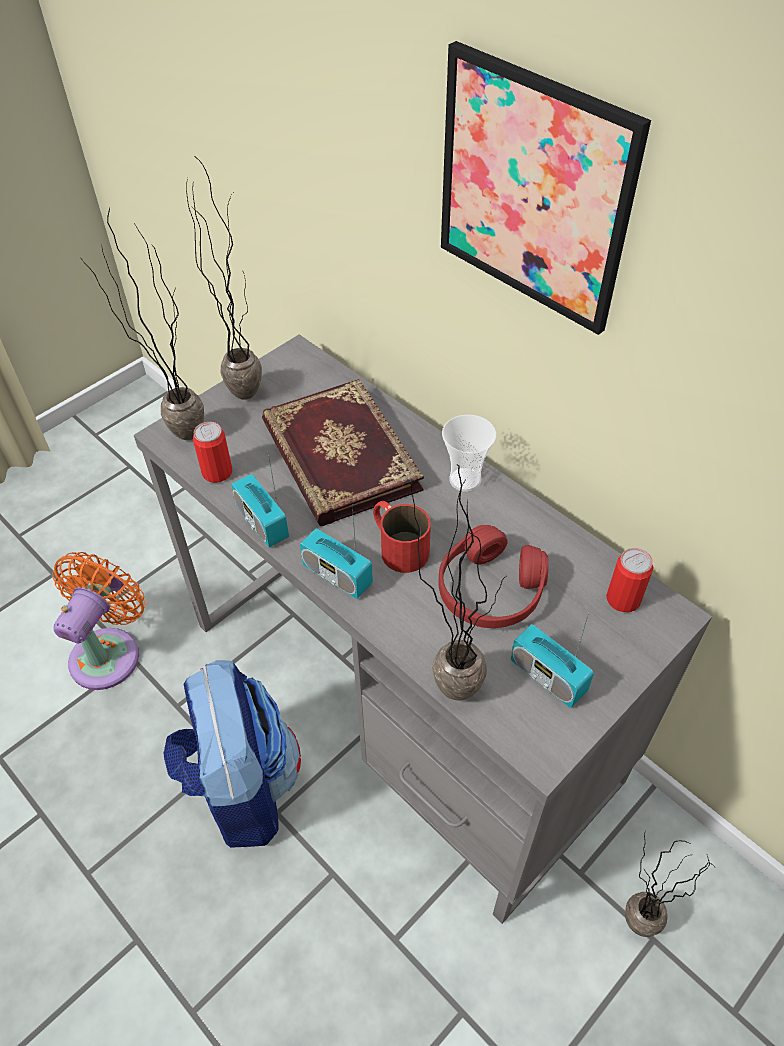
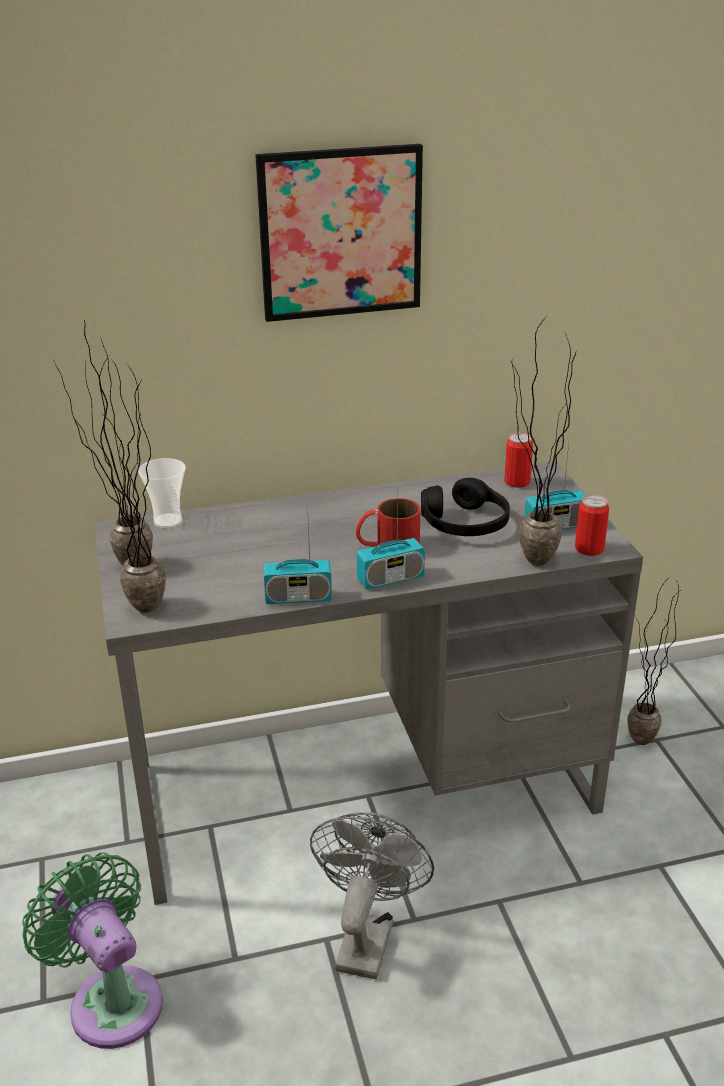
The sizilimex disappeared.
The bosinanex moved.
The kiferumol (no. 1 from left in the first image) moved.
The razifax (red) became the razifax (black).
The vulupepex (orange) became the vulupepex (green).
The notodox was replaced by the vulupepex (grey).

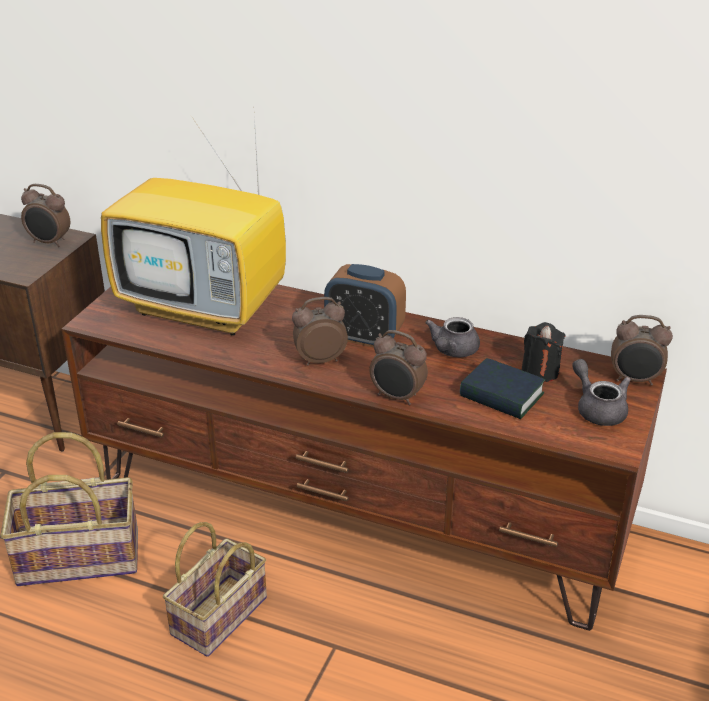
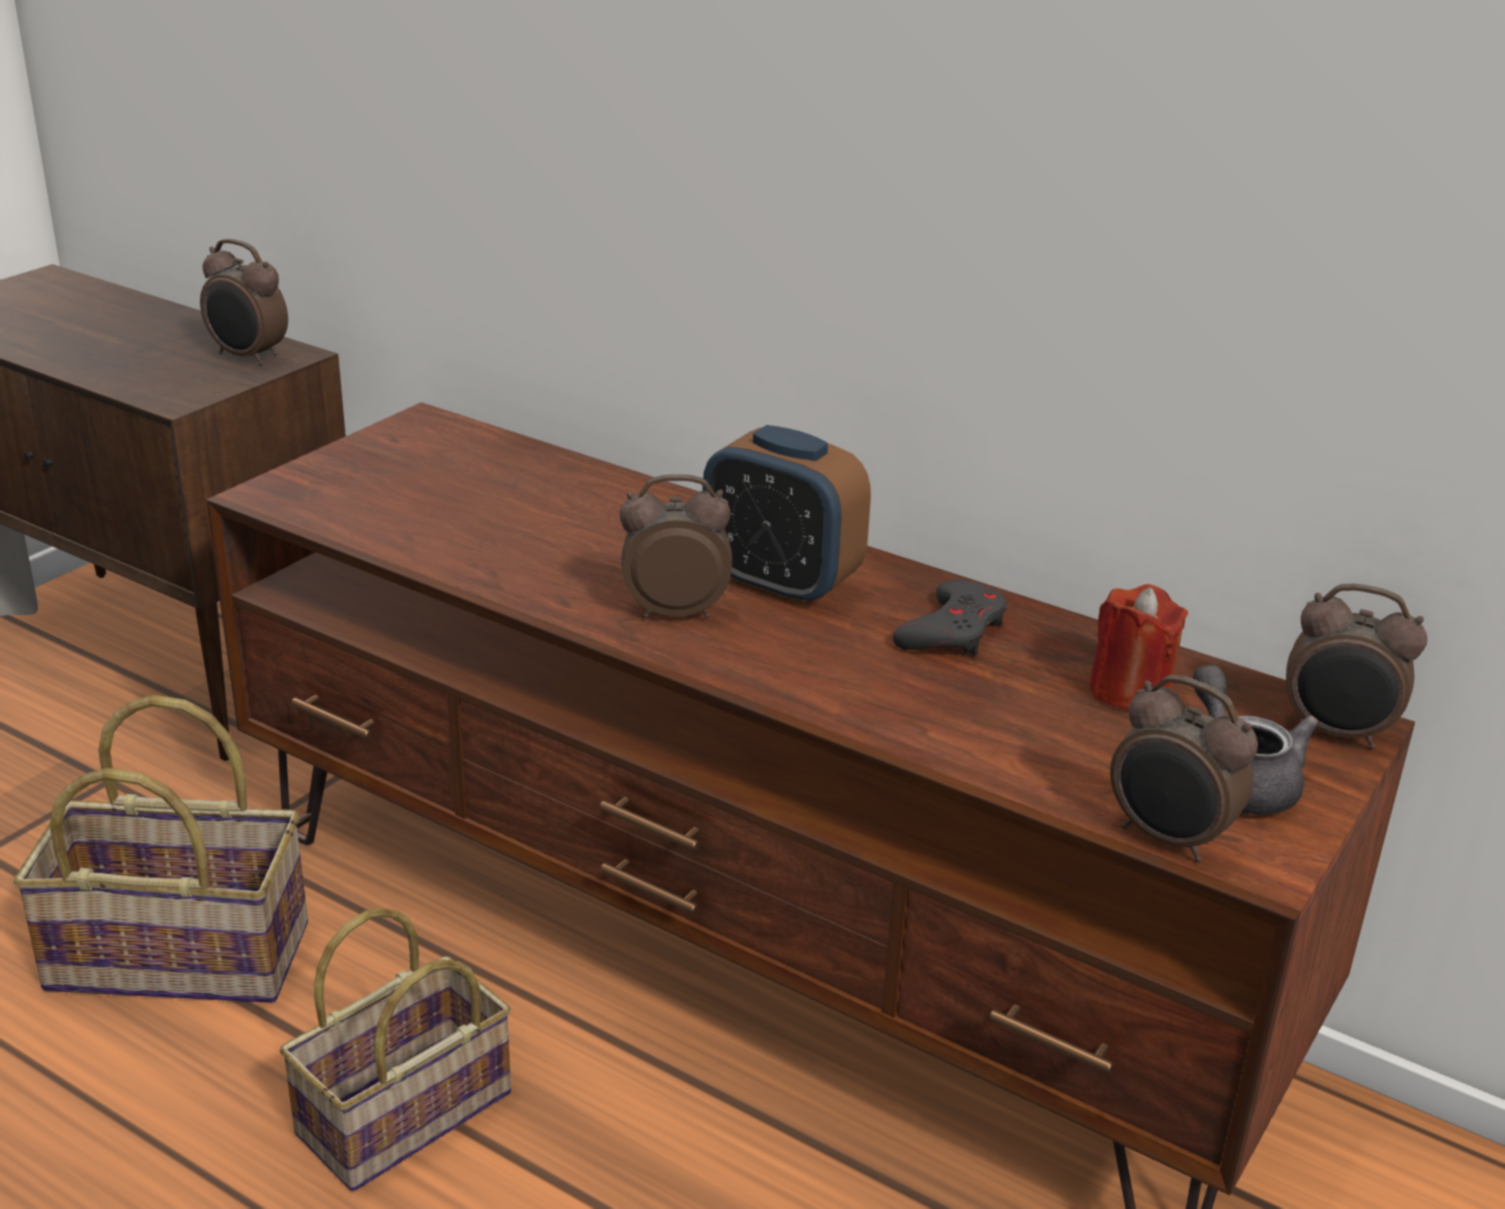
The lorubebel disappeared.
The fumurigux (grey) (no. 1 from left) was replaced by the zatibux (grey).
The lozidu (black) became the lozidu (red).
The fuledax (no. 4 from left) moved.
The sizilimex disappeared.

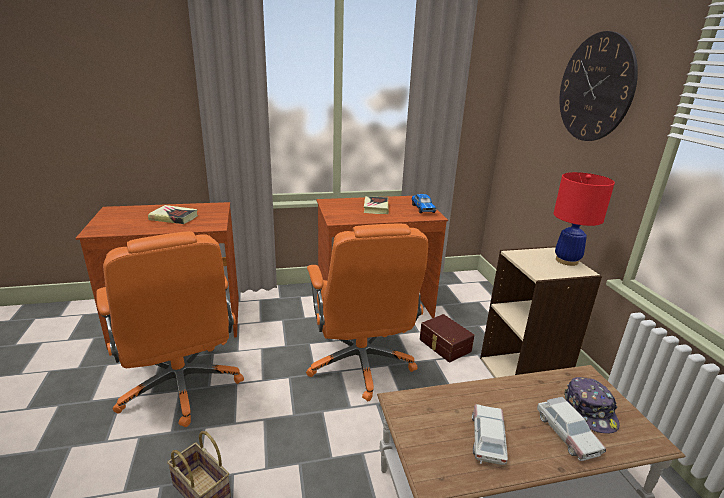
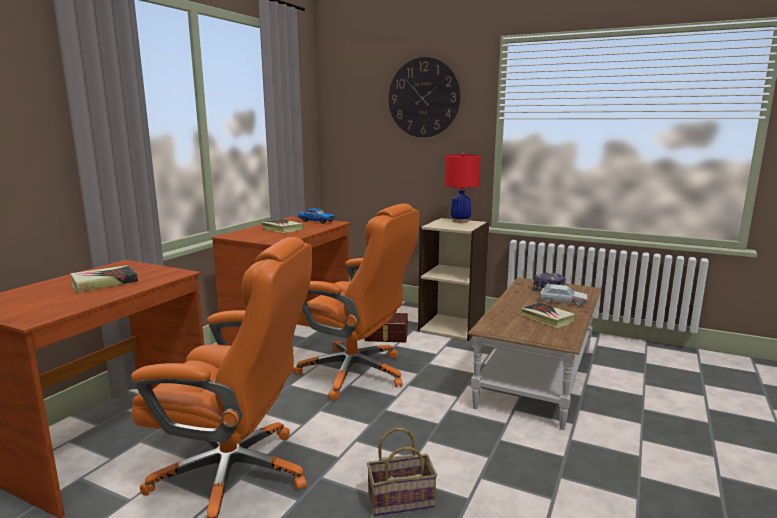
The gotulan (no. 2 from left) was replaced by the sizilimex (no. 3 from left).

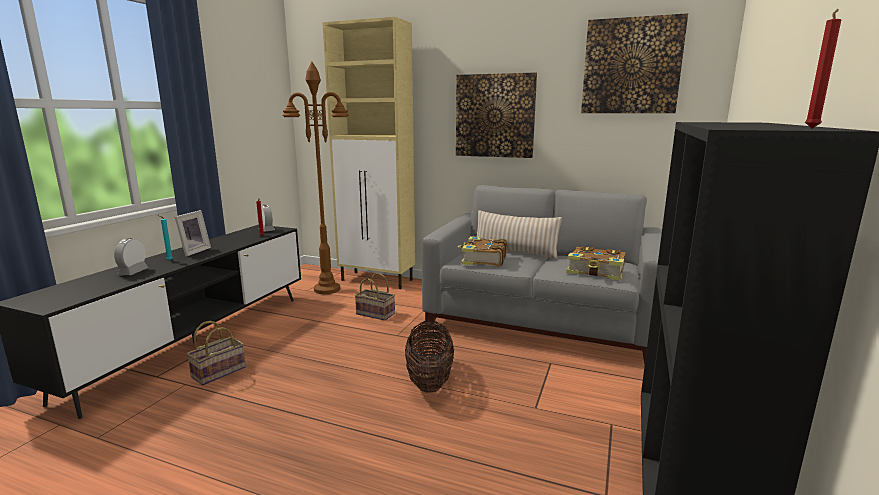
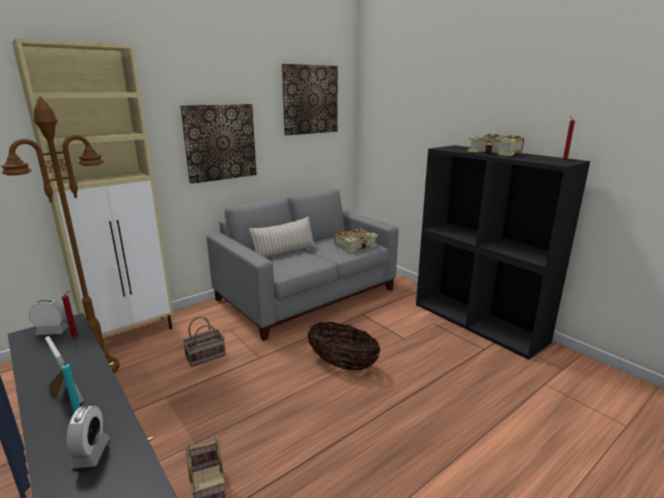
The sizilimex (no. 1 from left in the first image) moved.
The fuledax (no. 1 from left in the first image) turned 135 degrees counterclockwise.

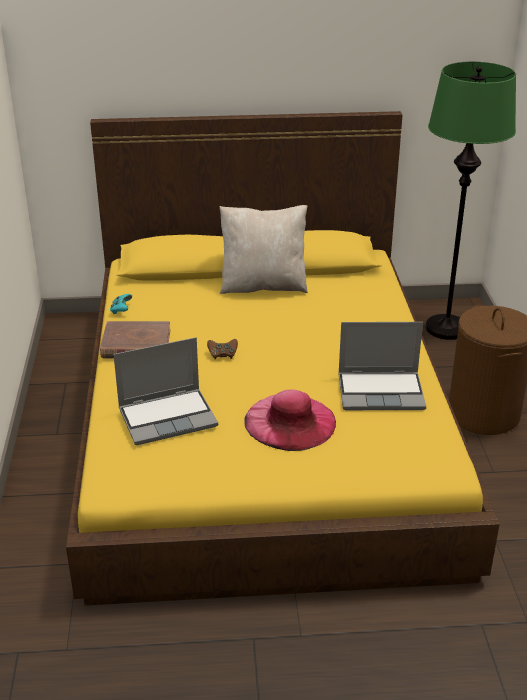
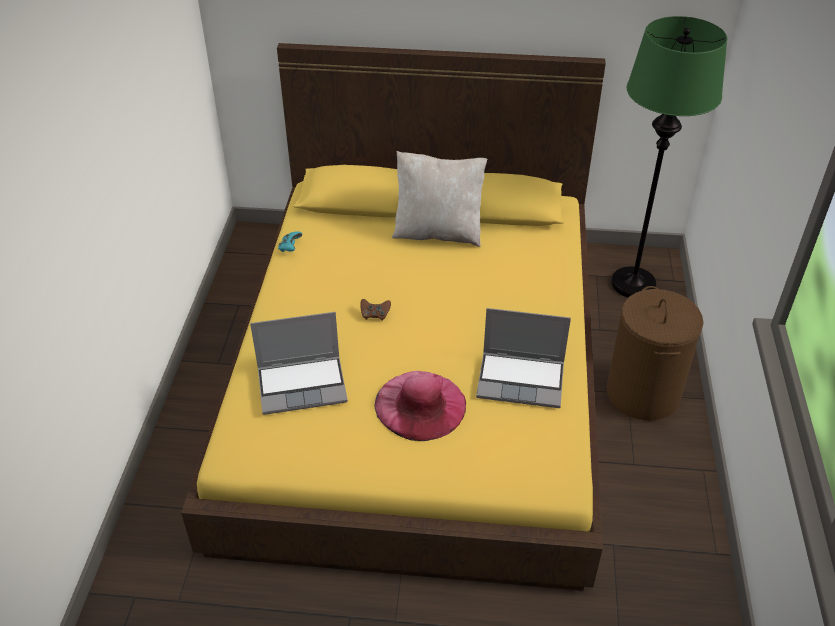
The sizilimex (brown) disappeared.

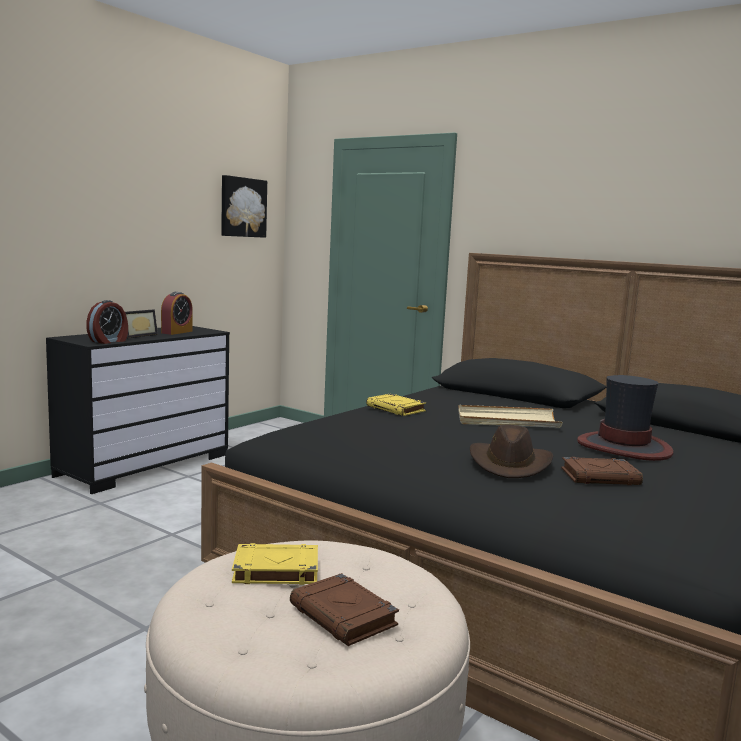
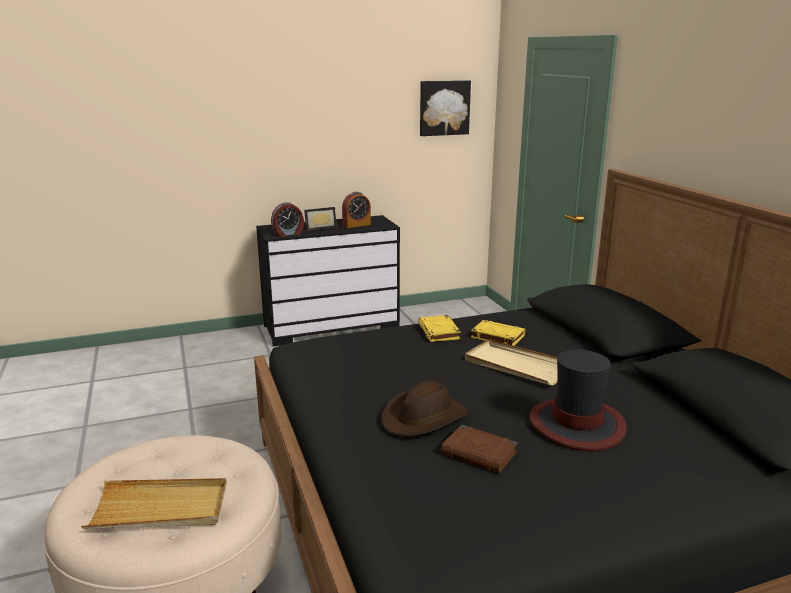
The sizilimex (yellow) (no. 1 from left in the first image) moved.
The sizilimex (brown) (no. 1 from left) was replaced by the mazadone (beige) (no. 1 from left).

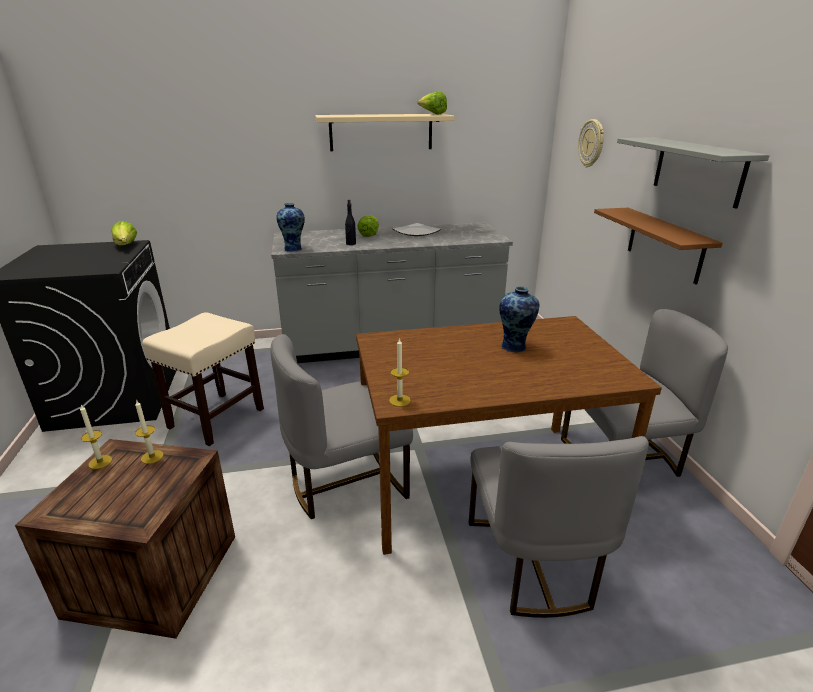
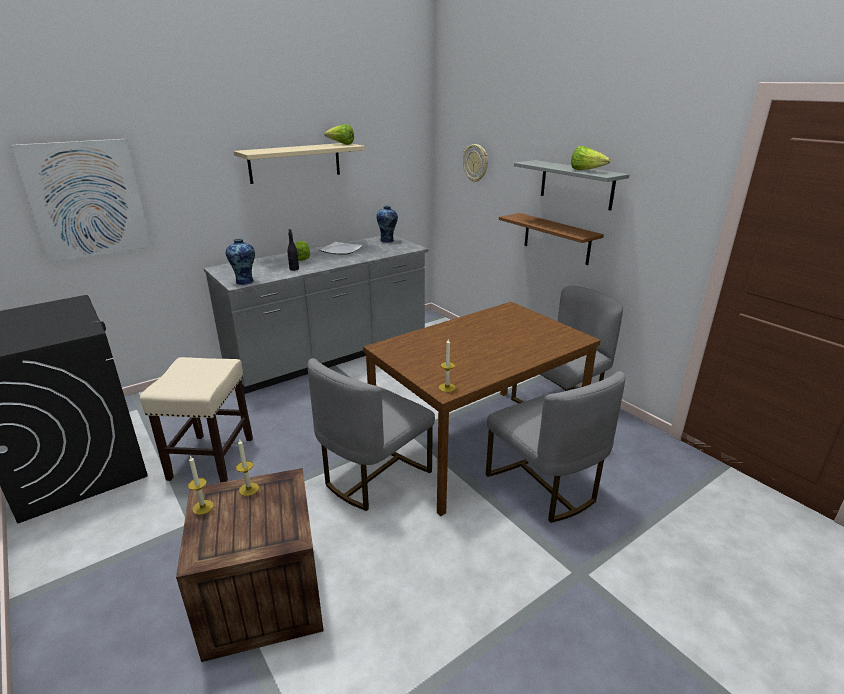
The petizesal (no. 1 from left in the first image) moved.
The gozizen (no. 2 from left) moved.
The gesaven appeared.

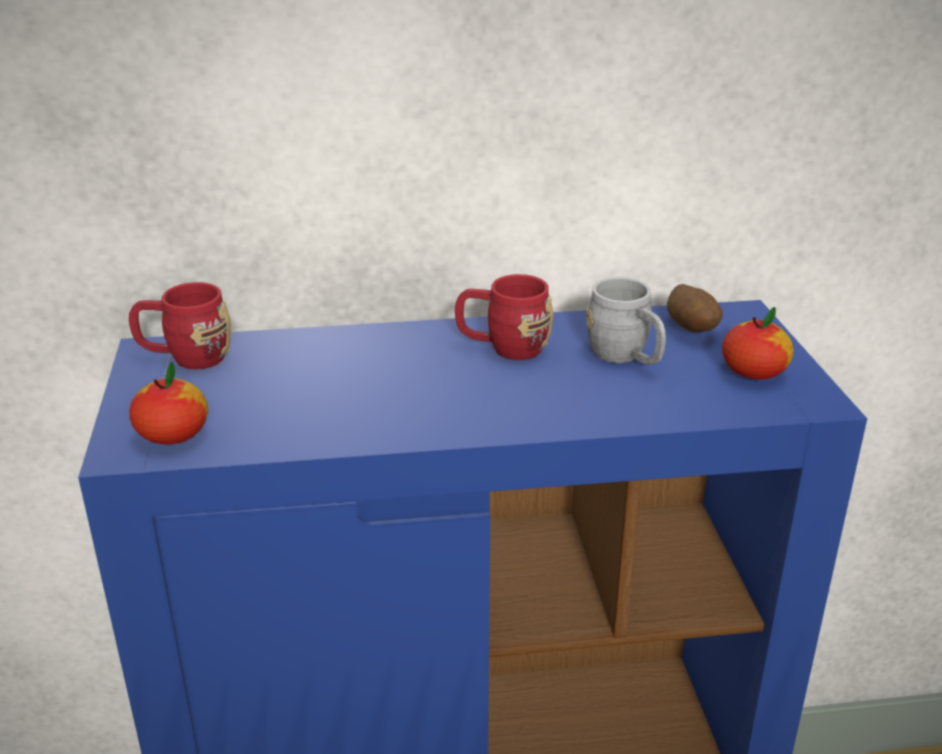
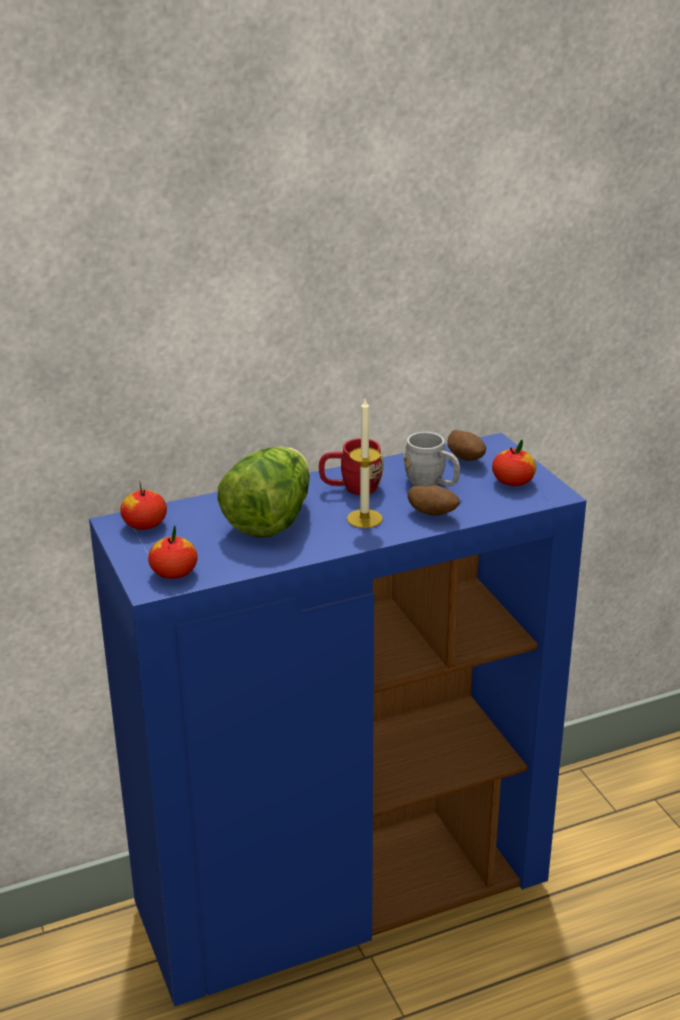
The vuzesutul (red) (no. 1 from left) was replaced by the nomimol (no. 1 from left).
The lozidu appeared.
The petizesal appeared.
The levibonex (no. 1 from left) appeared.

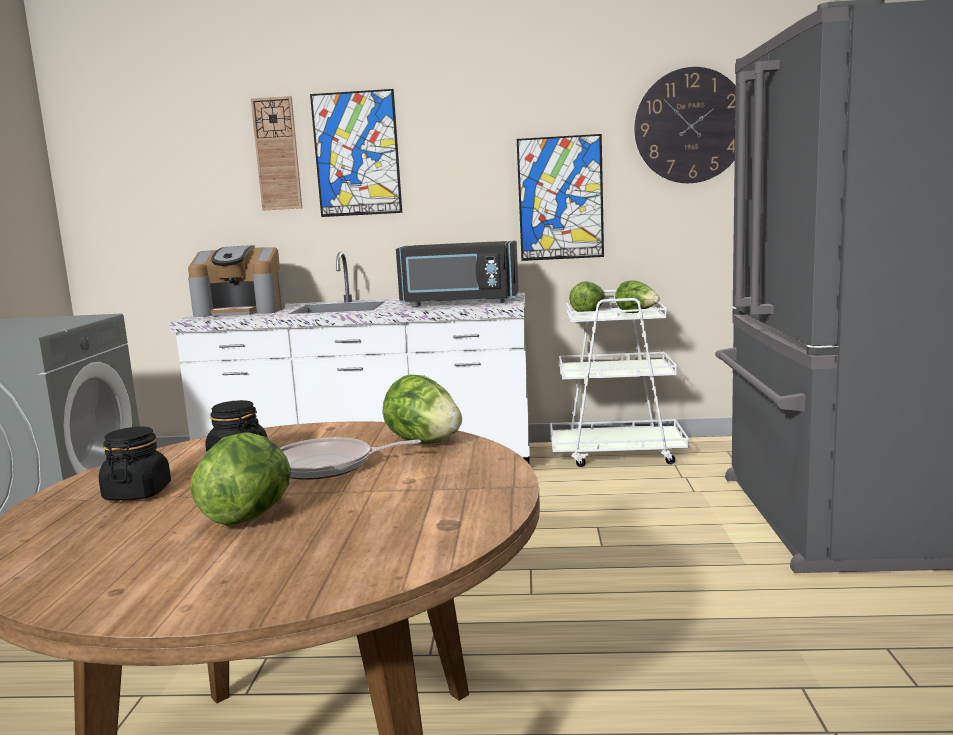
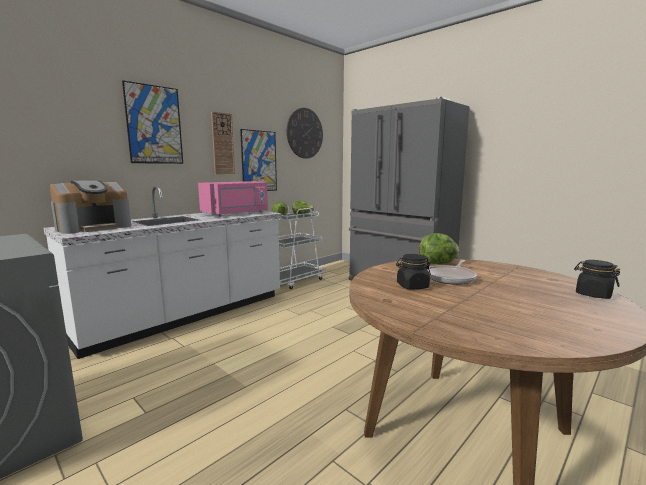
The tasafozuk (no. 1 from left) moved.
The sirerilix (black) became the sirerilix (pink).
The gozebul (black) (no. 1 from left in the first image) moved.
The petizesal (no. 1 from left) disappeared.

